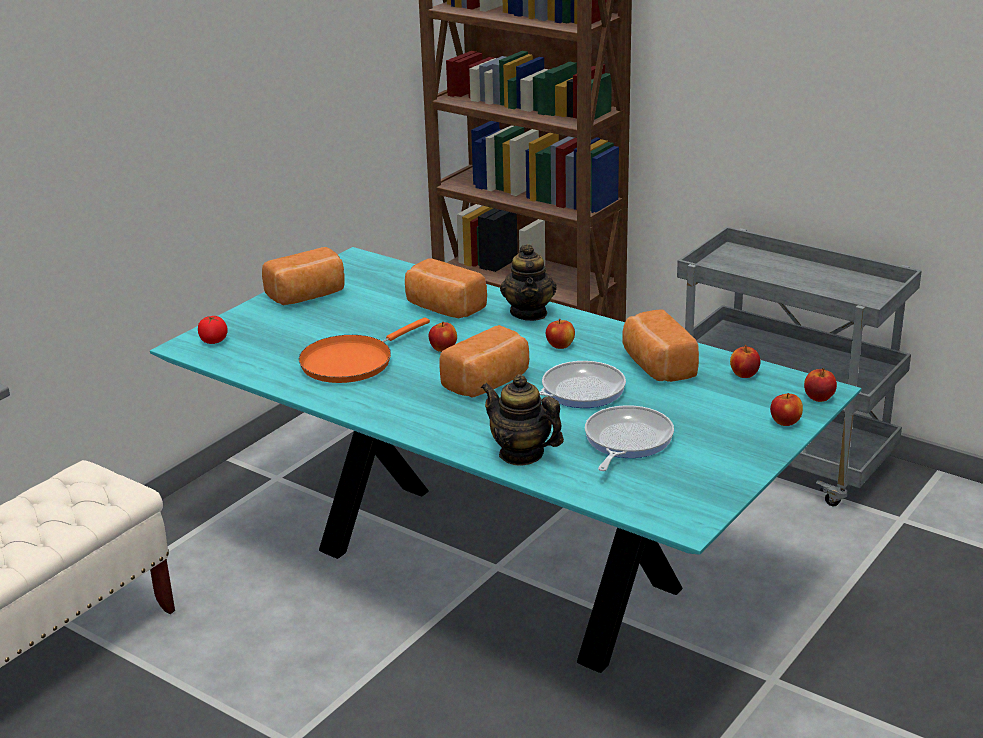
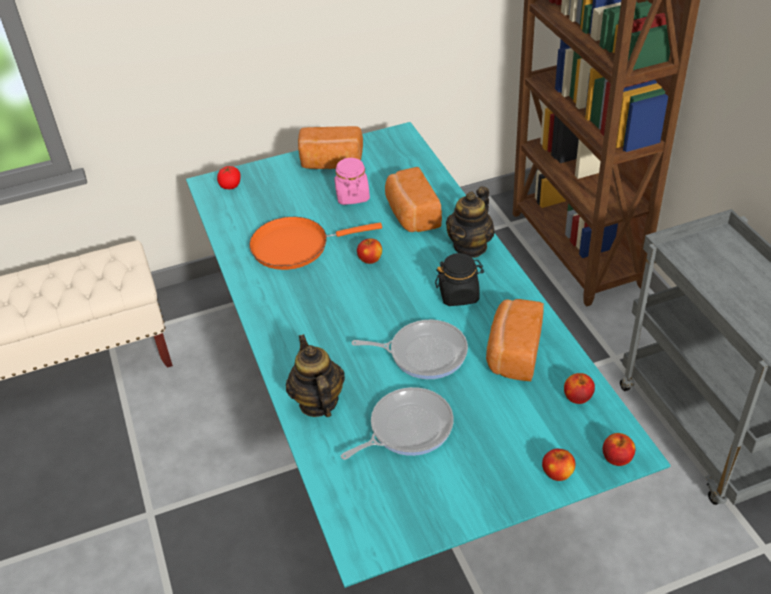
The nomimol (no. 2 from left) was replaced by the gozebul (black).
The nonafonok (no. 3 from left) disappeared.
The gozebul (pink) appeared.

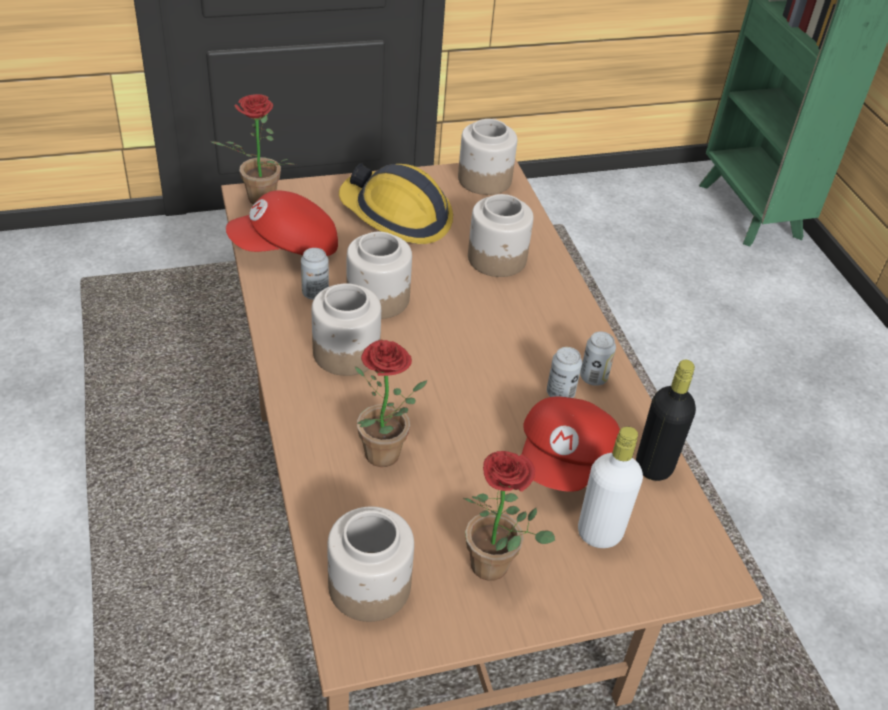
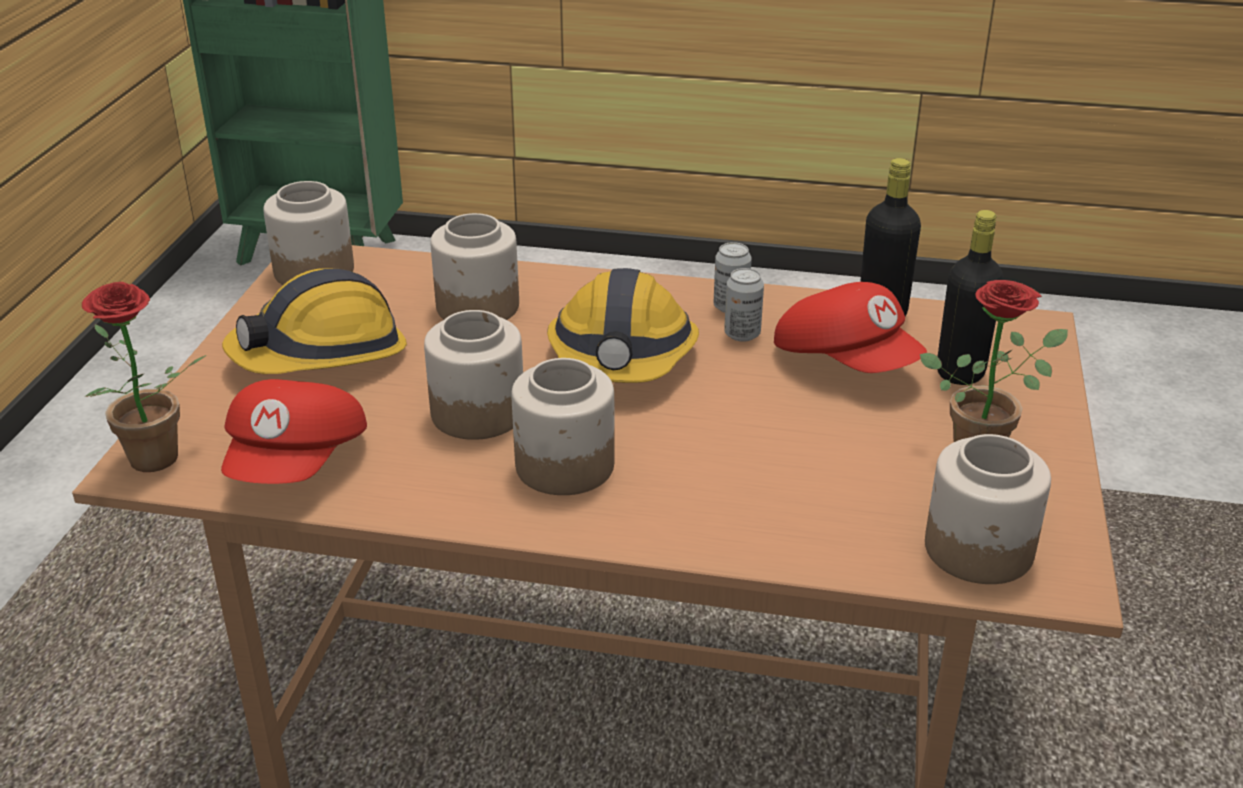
The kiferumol (no. 1 from left) disappeared.
The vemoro (no. 2 from left) disappeared.
The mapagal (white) became the mapagal (black) (no. 2 from left).
The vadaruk (no. 2 from left) appeared.

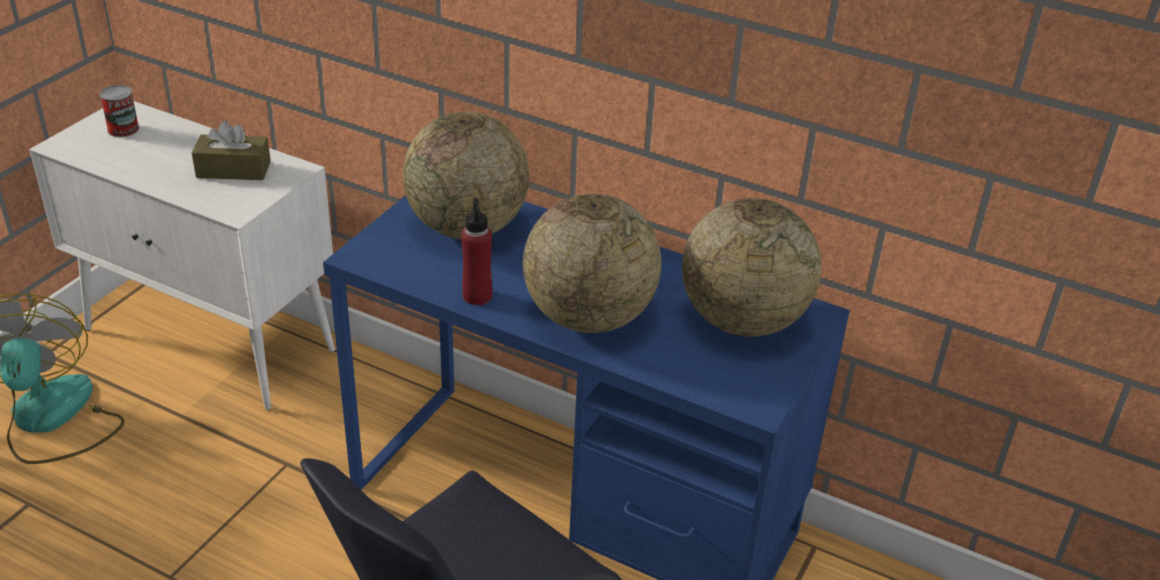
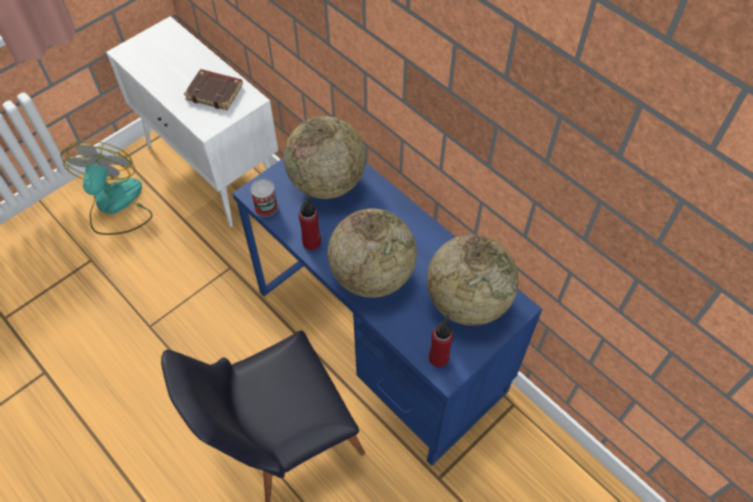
The kiferumol moved.
The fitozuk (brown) was replaced by the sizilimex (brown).
The mapagal (red) (no. 2 from left) appeared.

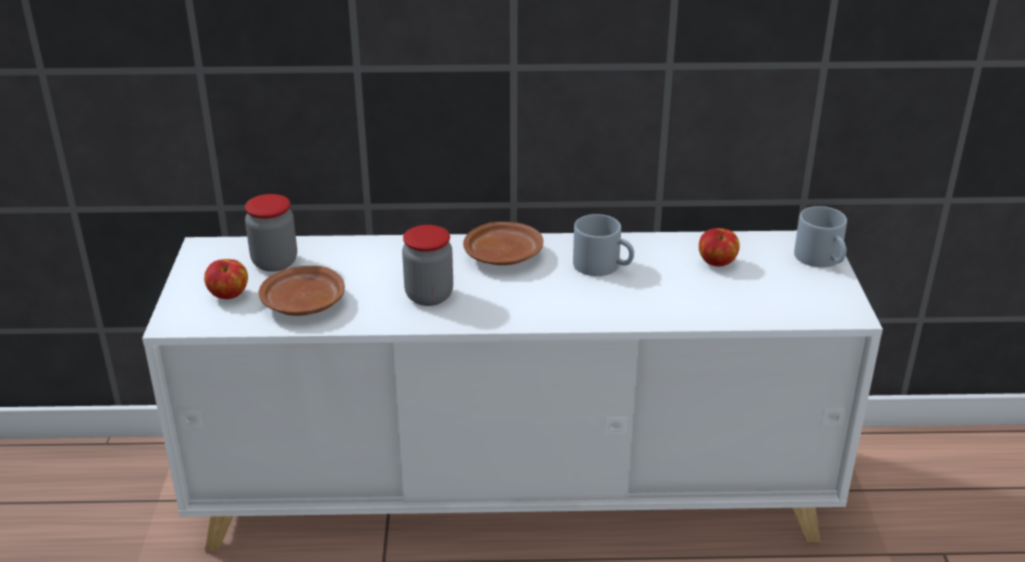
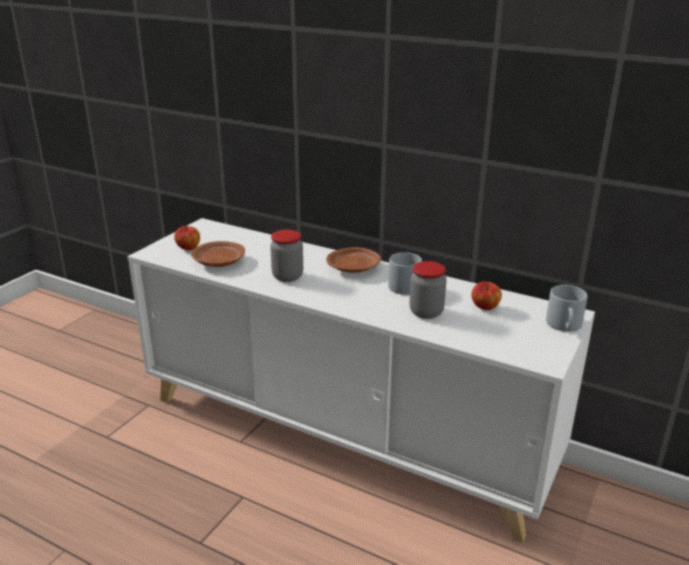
The gozebul (no. 1 from left in the first image) moved.

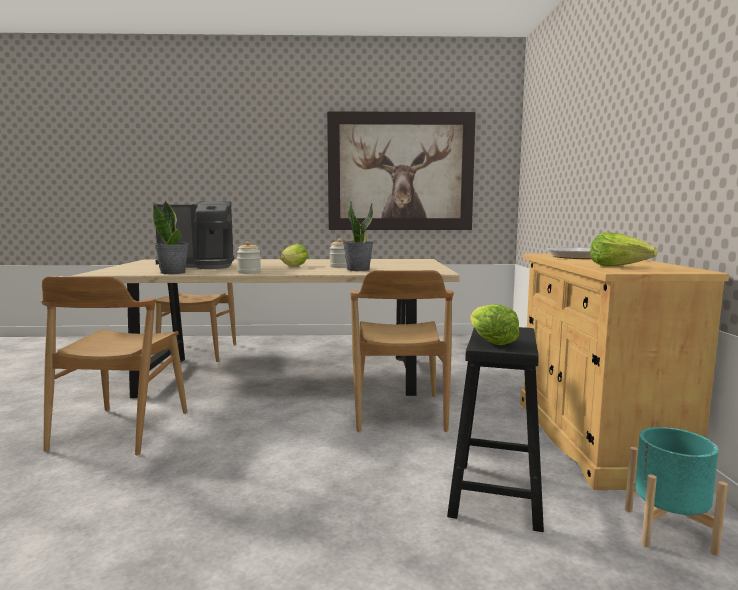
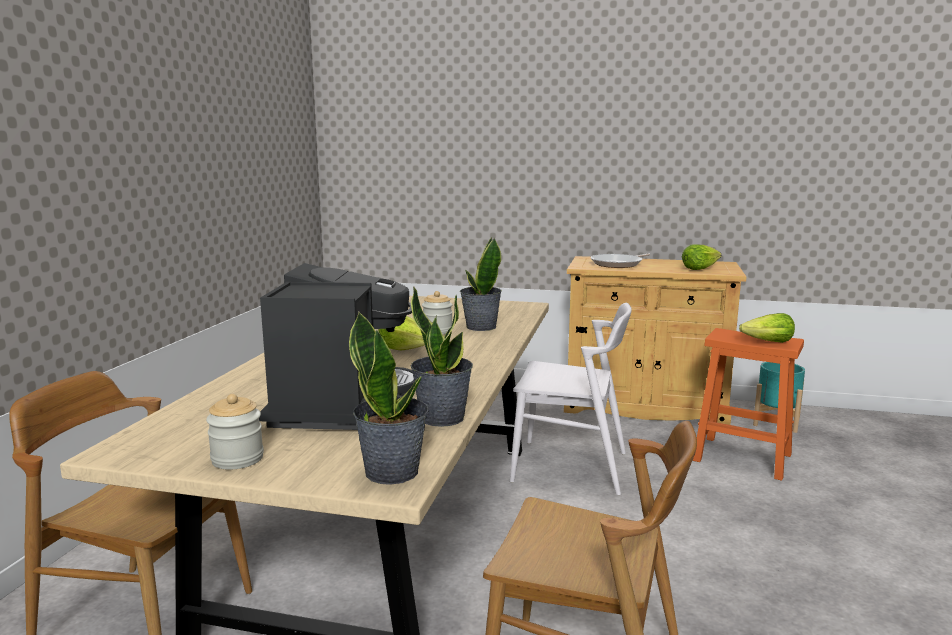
The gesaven disappeared.
The gozebul (no. 1 from left) moved.
The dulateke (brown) (no. 3 from left) became the dulateke (white).
The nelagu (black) became the nelagu (orange).
The vemoro (no. 1 from left) appeared.

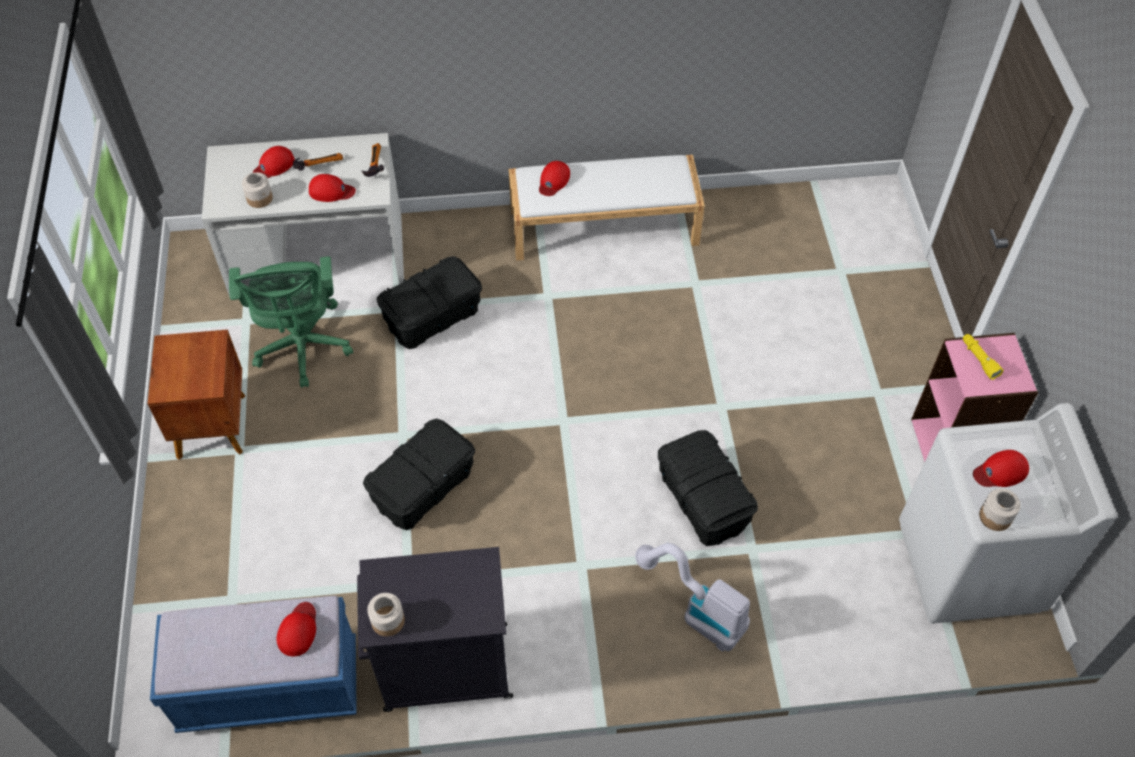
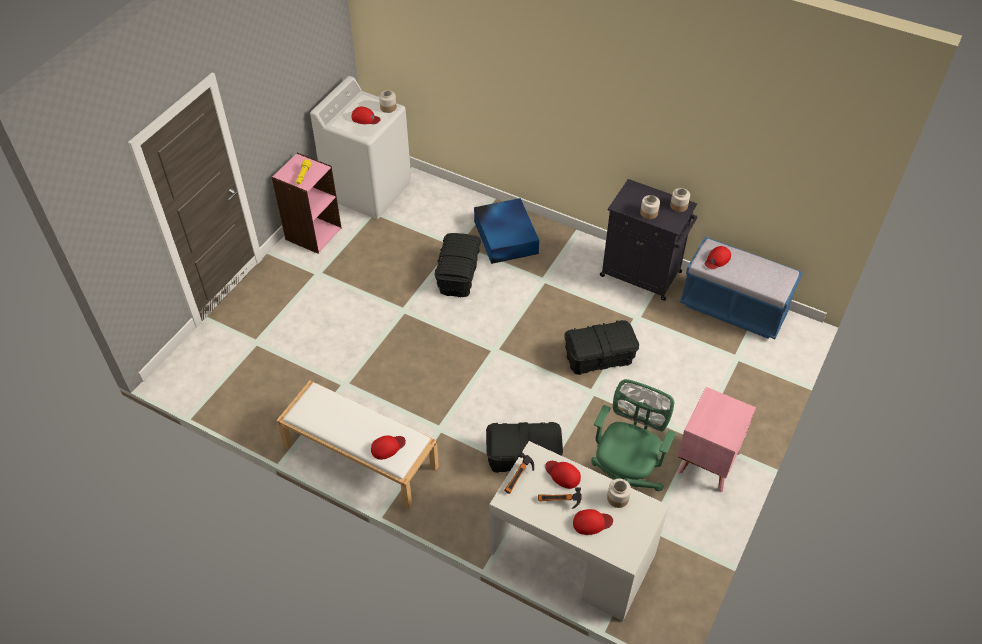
The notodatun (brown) became the notodatun (pink).
The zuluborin was replaced by the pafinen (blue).
The gozebul (no. 3 from left) appeared.

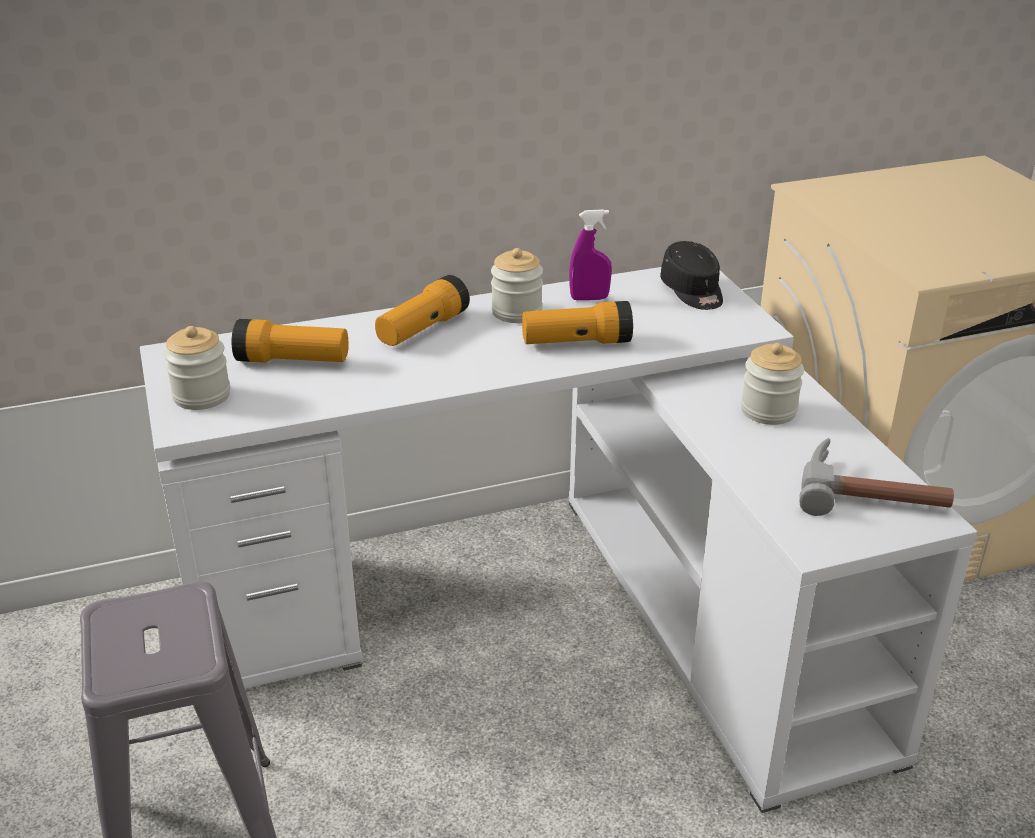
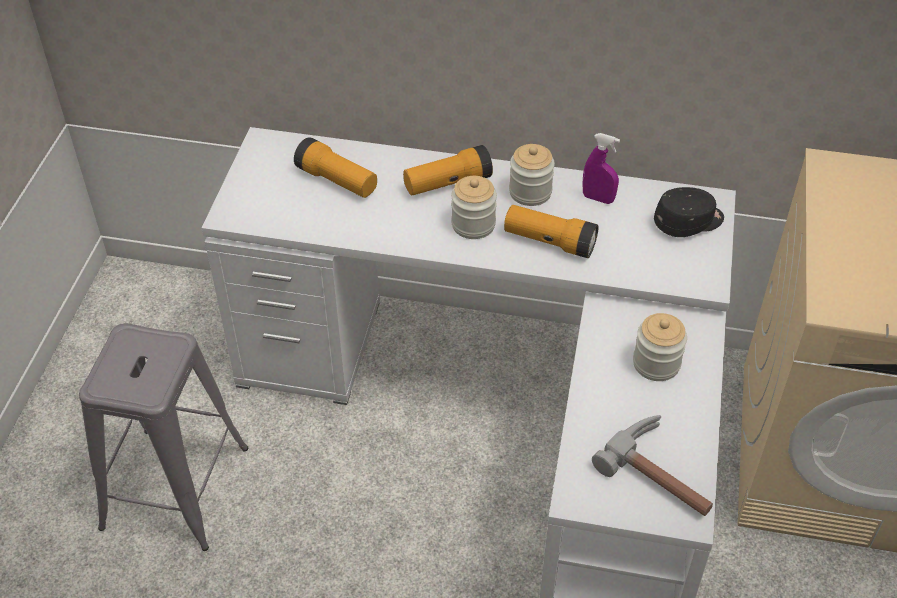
The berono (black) turned 120 degrees counterclockwise.
The gozebul (no. 1 from left) moved.

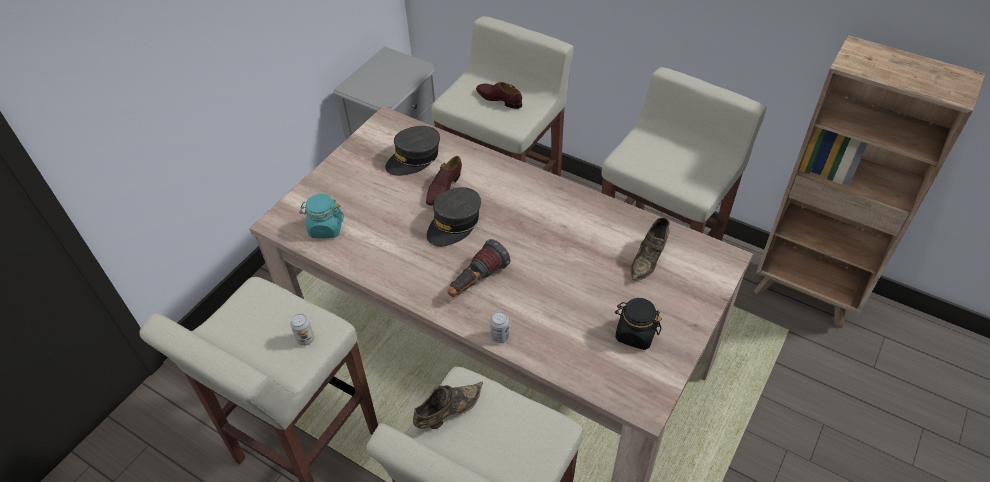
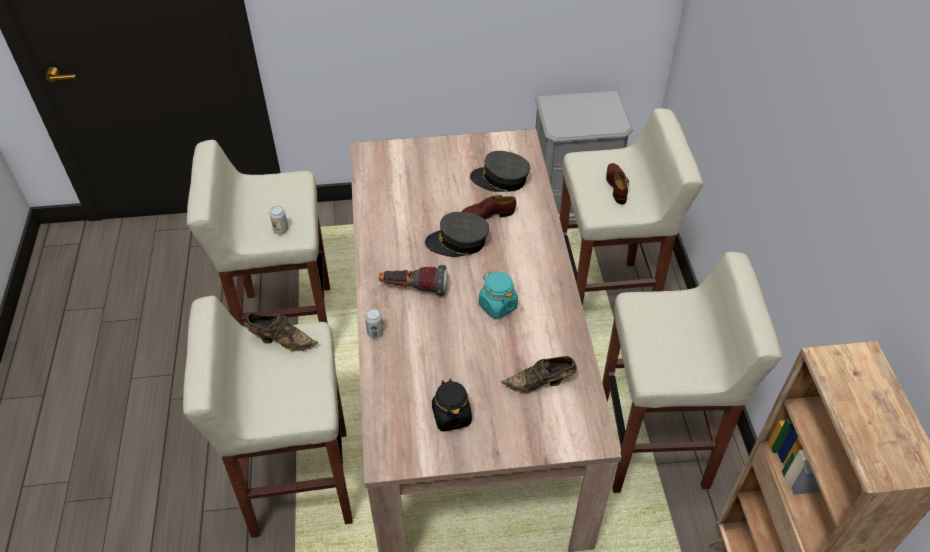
The gozebul (turquoise) moved.

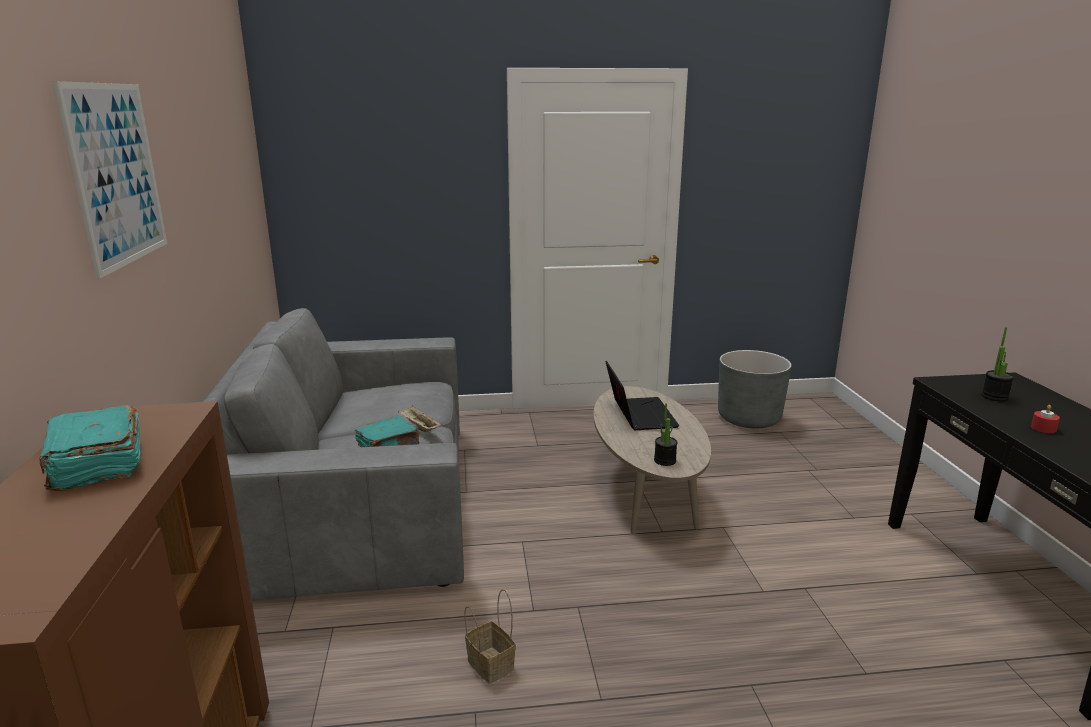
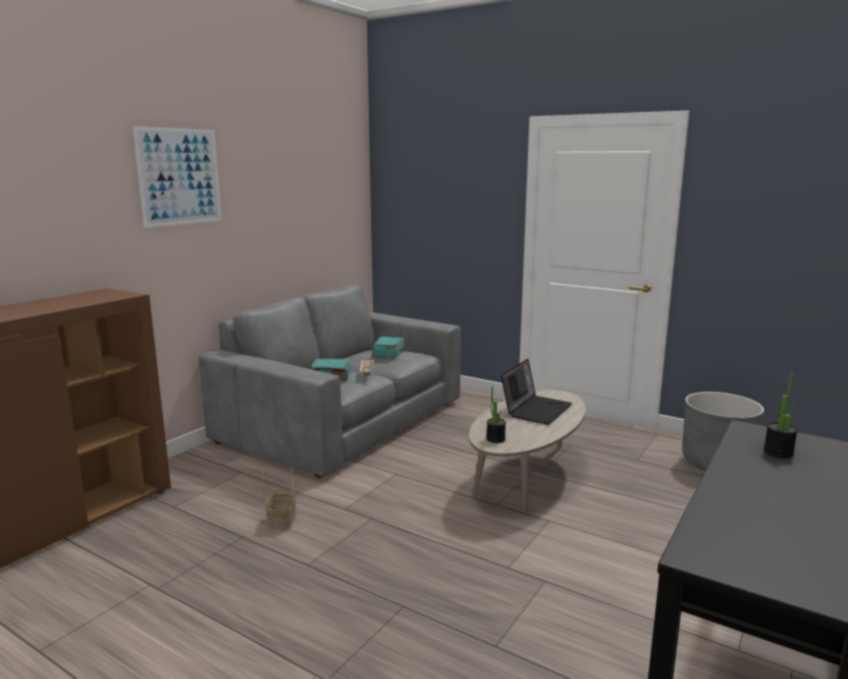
The sizilimex (turquoise) (no. 1 from left in the first image) moved.
The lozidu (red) disappeared.

